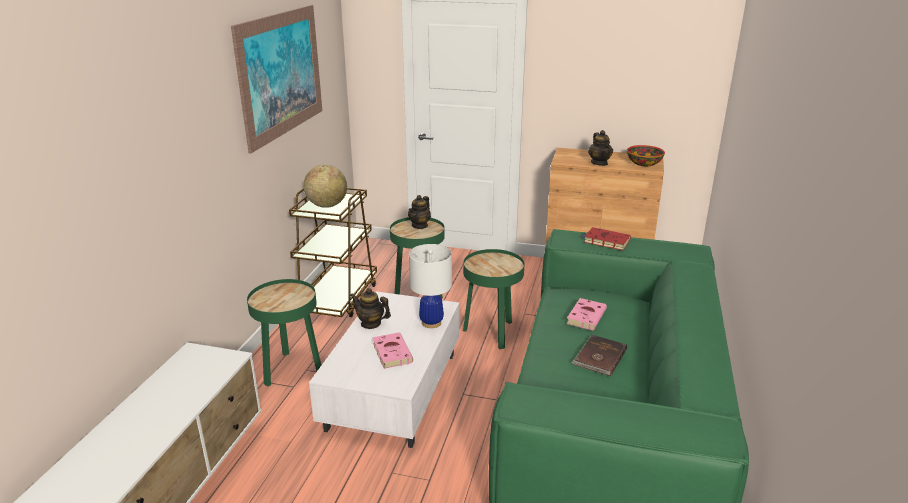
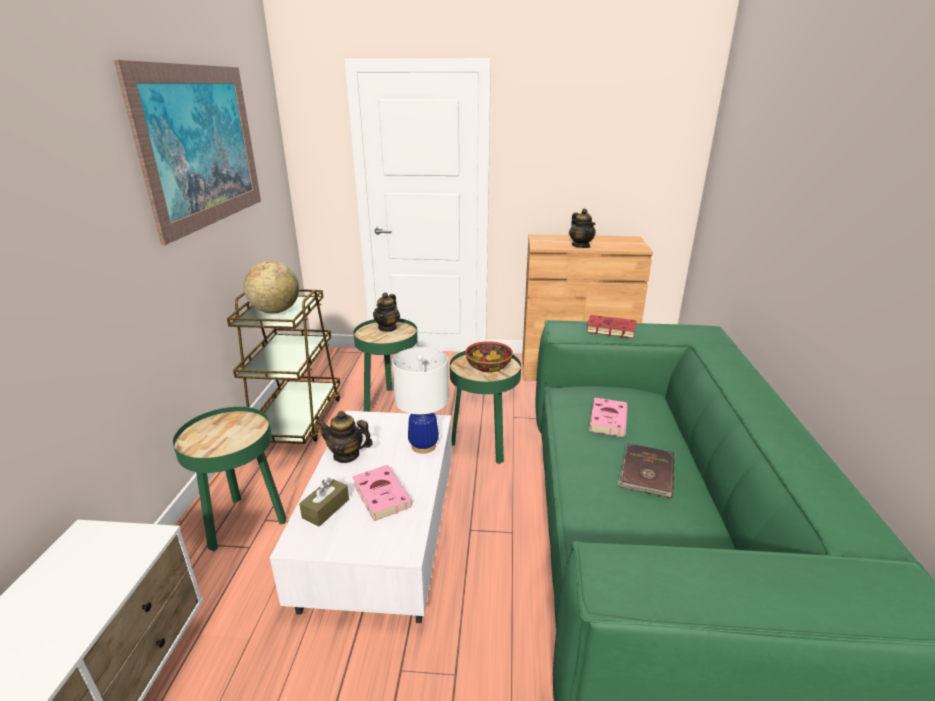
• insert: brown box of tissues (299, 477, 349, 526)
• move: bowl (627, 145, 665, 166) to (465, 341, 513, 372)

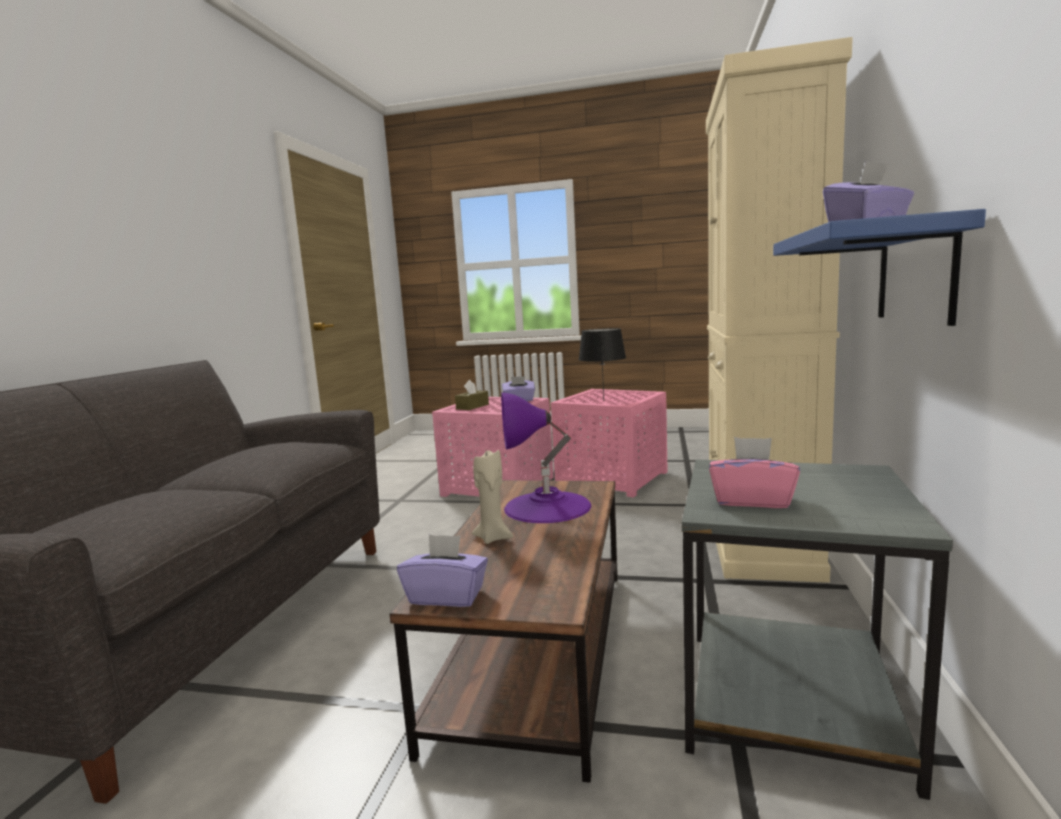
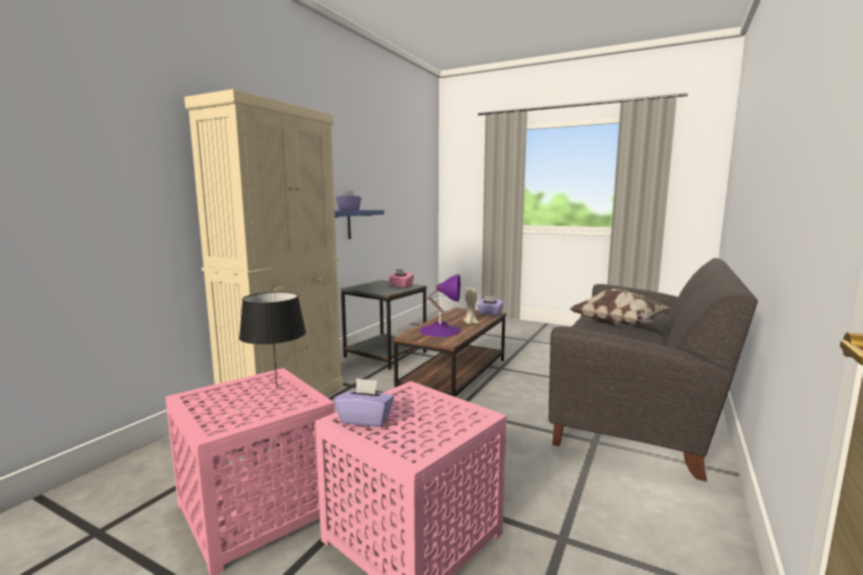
• insert: cushion (570, 289, 670, 328)
• delete: brown box of tissues (455, 380, 489, 410)

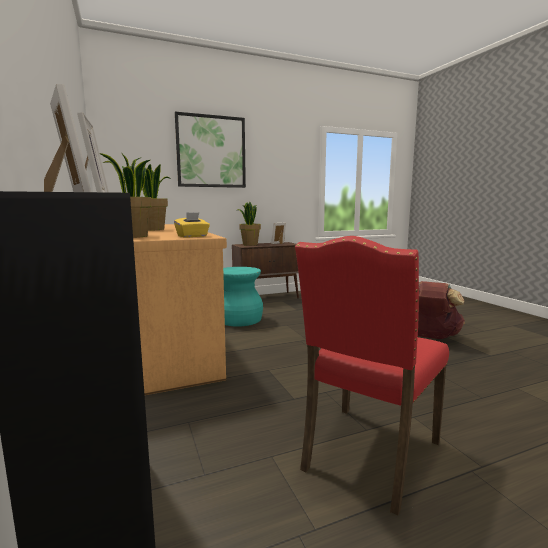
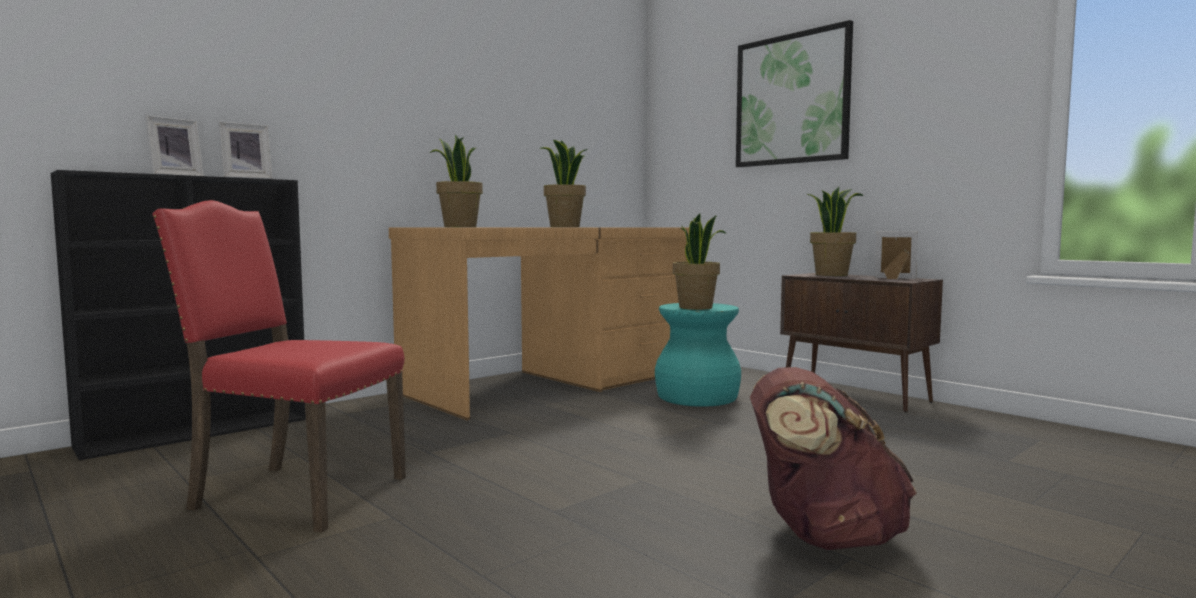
• insert: plant in a pot (673, 214, 726, 310)
• delete: yellow-coloured box of tissues (174, 212, 210, 238)

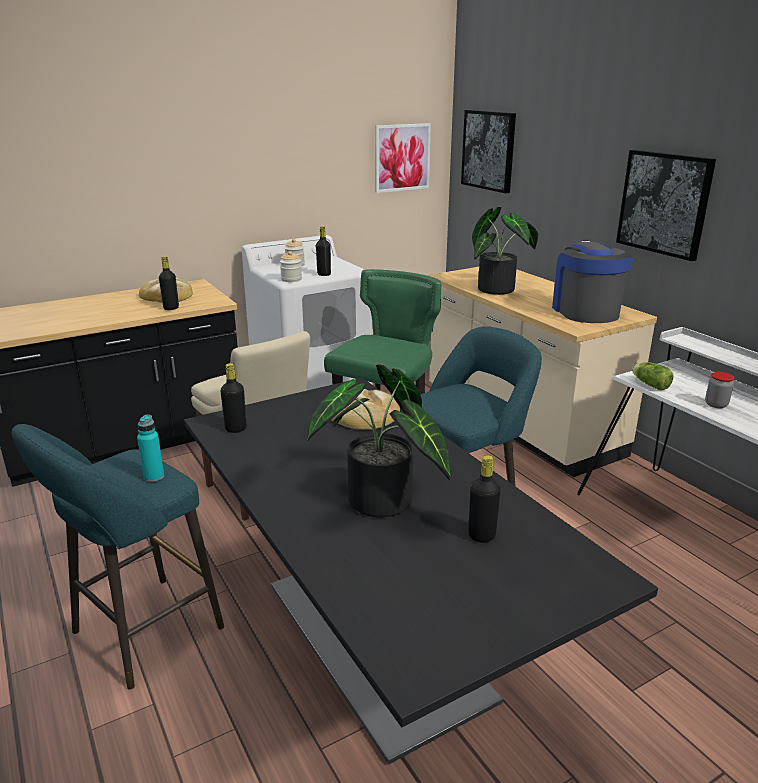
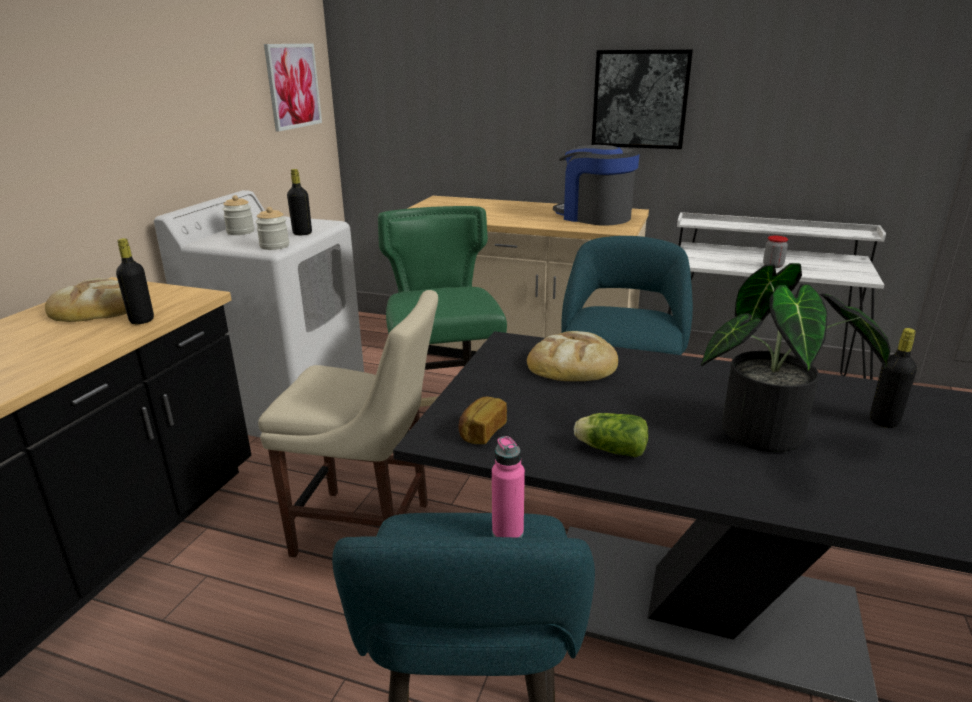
• replace: black-coloured beverage bottle (220, 363, 247, 433) to baked bread (458, 397, 507, 444)
• recolor: blue-green beverage bottle (137, 415, 164, 482) to pink beverage bottle (492, 436, 525, 538)
• move: head of lettuce (632, 362, 674, 390) to (574, 413, 648, 457)
• delete: wall art (461, 110, 516, 193)
• delete: plant in a pot (472, 207, 538, 295)

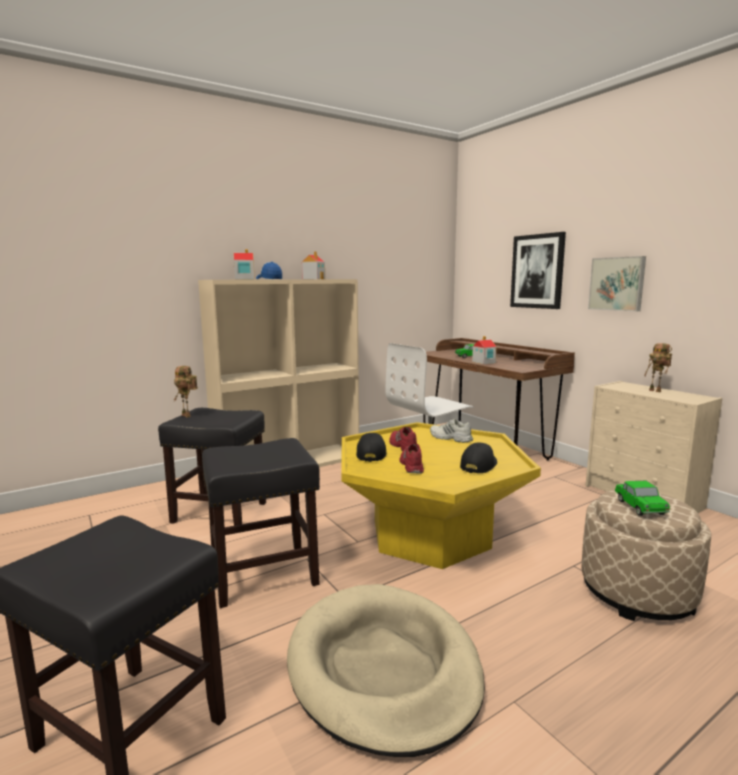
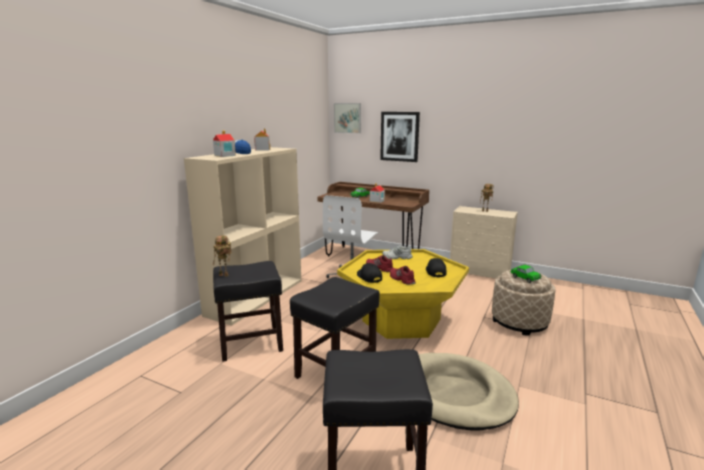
• move: wall art (588, 256, 646, 311) to (334, 103, 361, 133)

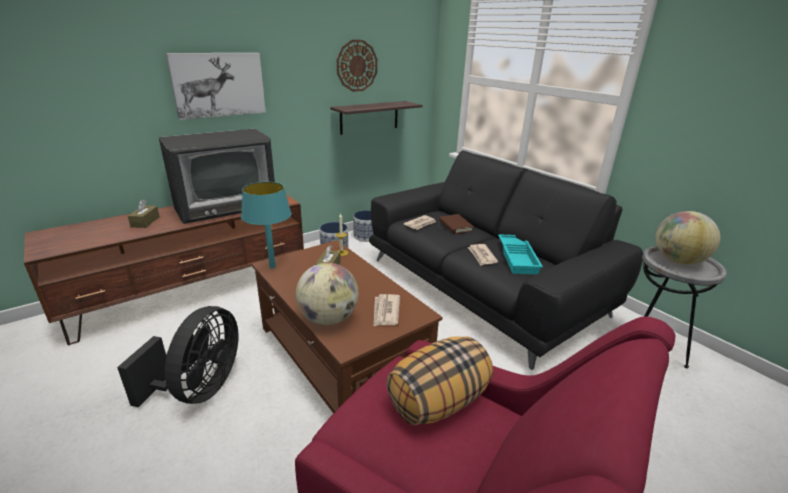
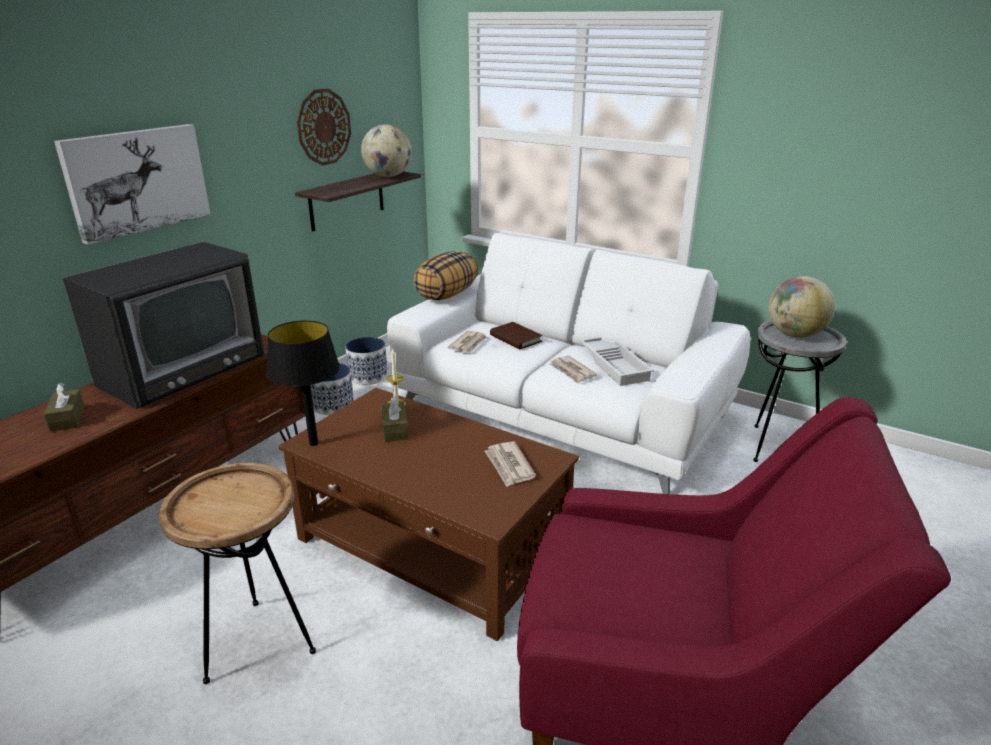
• replace: black-coloured cooling fan (117, 306, 238, 407) to brown side table (159, 463, 316, 684)
• recolor: blue-green lamp for a table (241, 182, 291, 269) to black-coloured lamp for a table (266, 320, 340, 446)
• move: globe (296, 263, 359, 325) to (361, 124, 412, 177)
• recolor: black-coloured couch (369, 150, 643, 370) to white-coloured couch (387, 233, 751, 494)
• move: cushion (386, 336, 493, 425) to (413, 251, 478, 300)
• recolor: blue-green carrying tray (498, 234, 543, 274) to white-coloured carrying tray (580, 337, 654, 386)

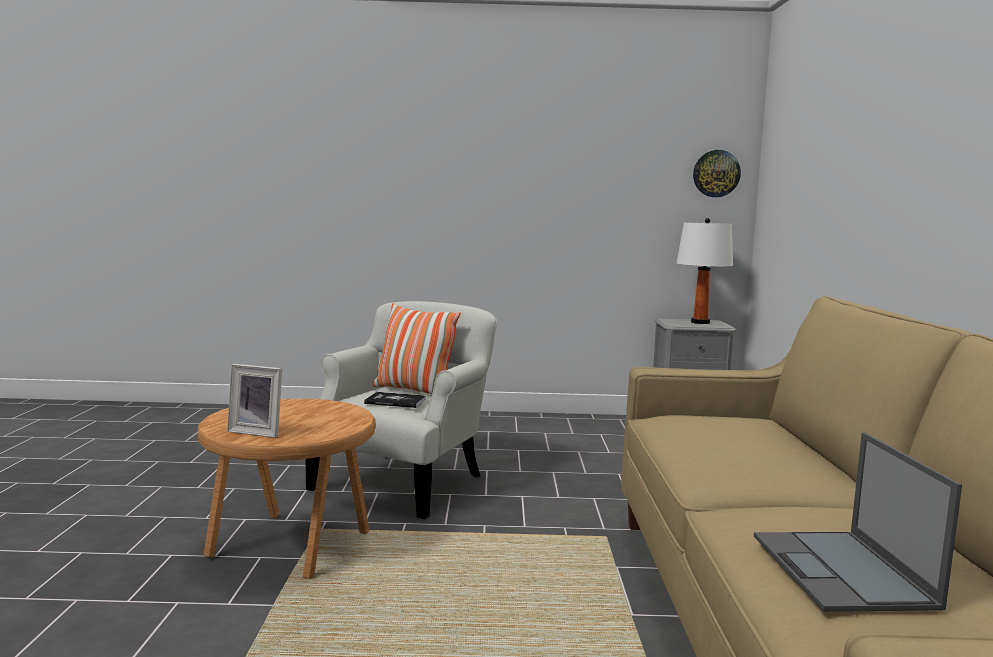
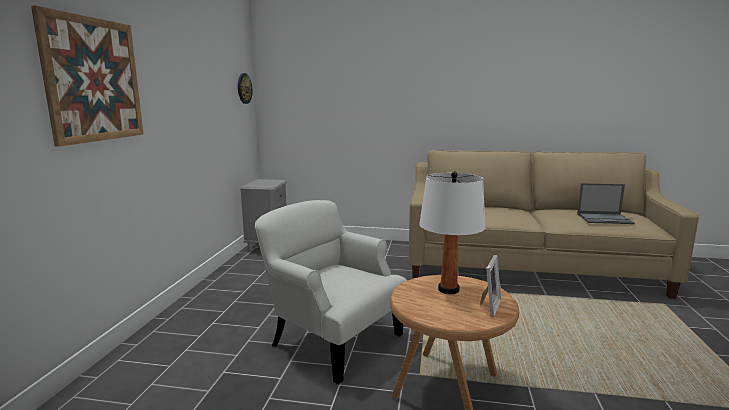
• insert: wall art (31, 6, 144, 147)
• move: white-coloured lamp for a table (677, 218, 733, 324) to (419, 171, 486, 294)
• delete: bound book (364, 392, 426, 408)
• delete: cushion (373, 303, 461, 394)

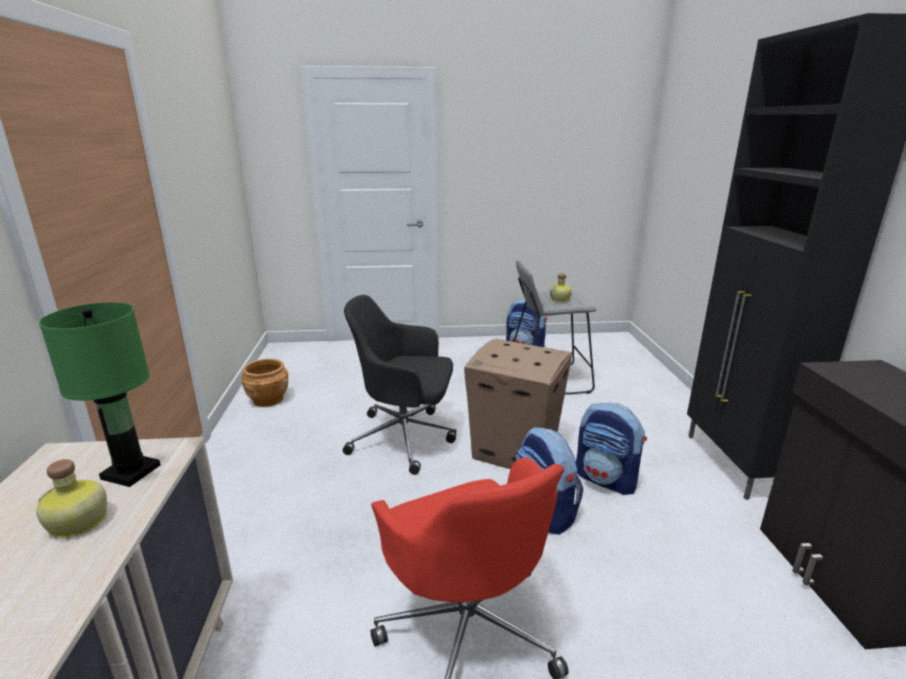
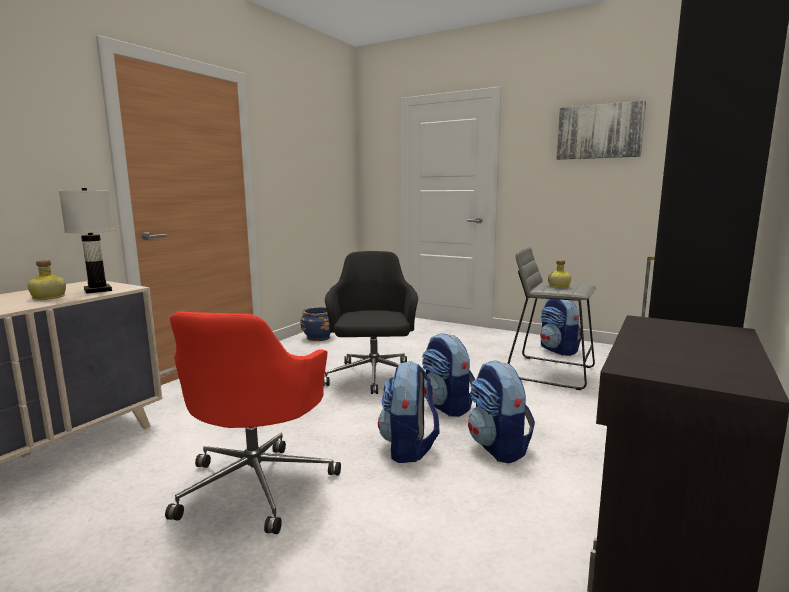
• recolor: greenish lamp for a table (39, 302, 161, 487) to white-coloured lamp for a table (59, 188, 114, 294)
• recolor: brown plant pot (241, 359, 288, 407) to blue plant pot (300, 307, 332, 341)
• rotate: black-coloured computer chair (343, 295, 457, 475) = (324, 251, 418, 394) 45 degrees clockwise
• replace: packing box (464, 339, 572, 469) to rucksack (422, 333, 475, 417)
• insert: wall art (556, 101, 646, 160)

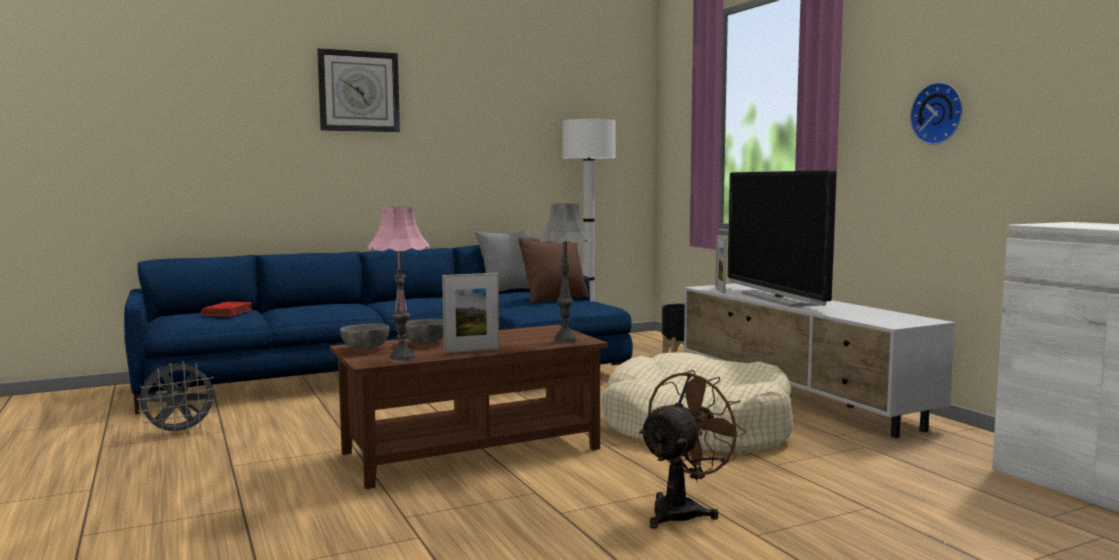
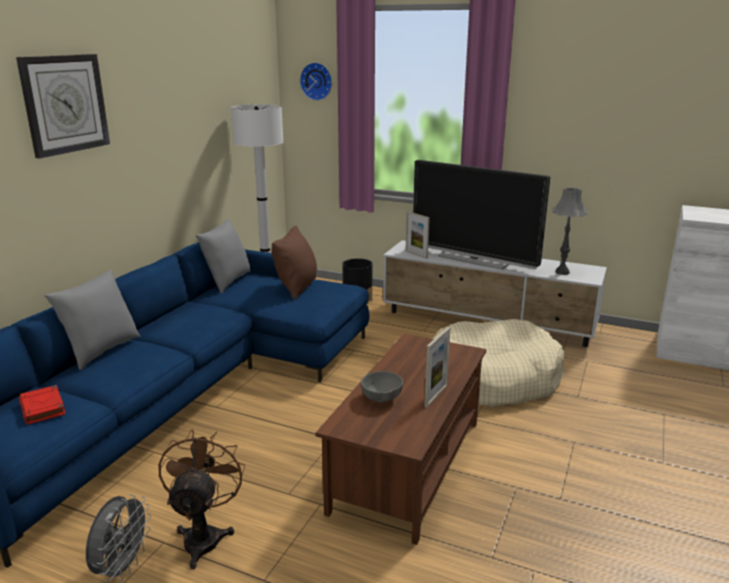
• insert: gray cushion (44, 270, 140, 370)
• move: brown cooling fan (639, 370, 747, 529) to (158, 429, 245, 569)
• move: clock on the wall (910, 82, 963, 145) to (300, 62, 332, 101)
• move: gray lamp for a table (538, 203, 592, 343) to (552, 188, 588, 275)
• delete: gray bowl (340, 323, 390, 350)
• delete: pink lamp for a table (368, 207, 429, 362)

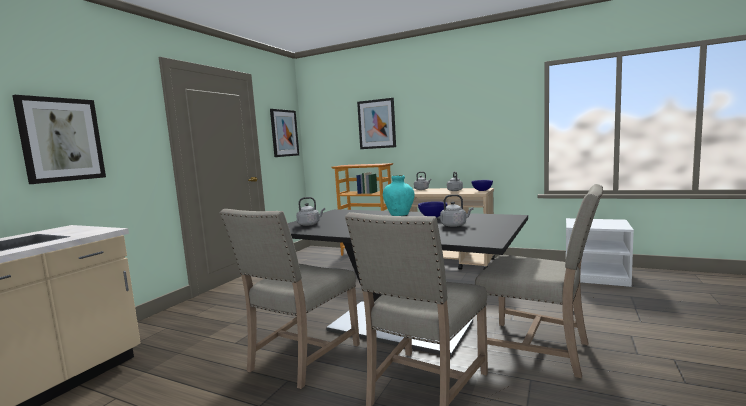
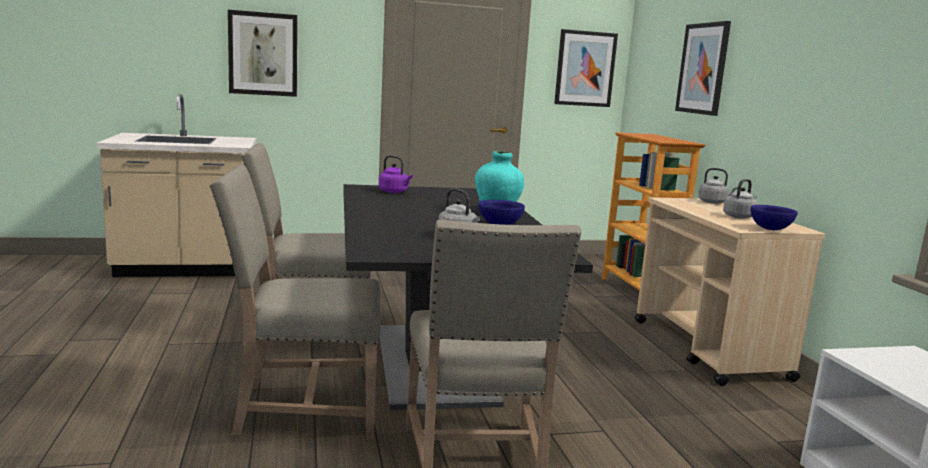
• recolor: gray water kettle (296, 197, 325, 226) to purple-coloured water kettle (379, 155, 413, 193)

